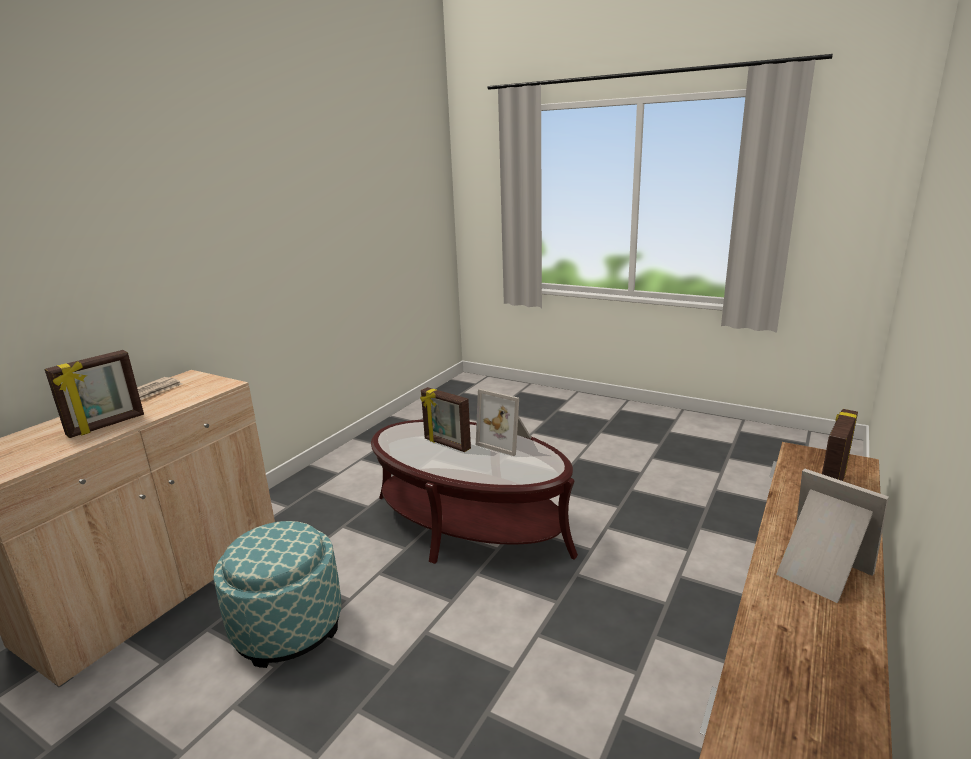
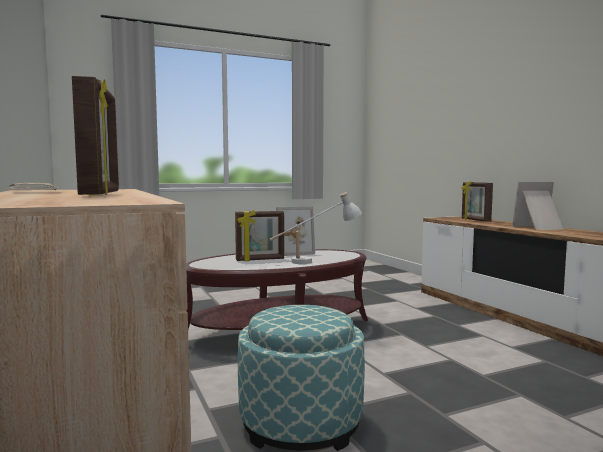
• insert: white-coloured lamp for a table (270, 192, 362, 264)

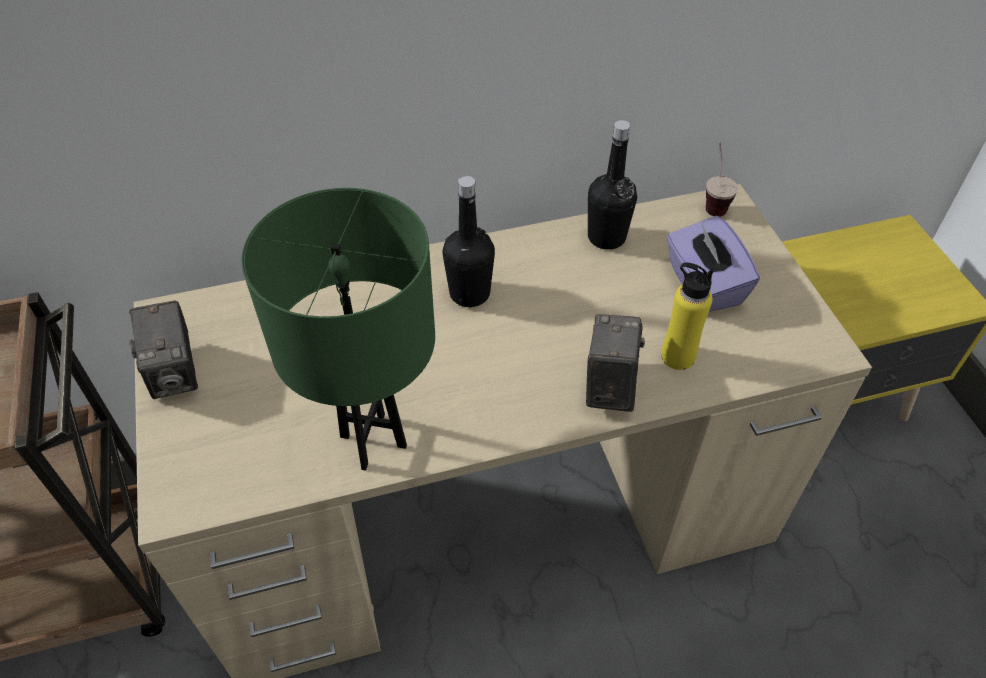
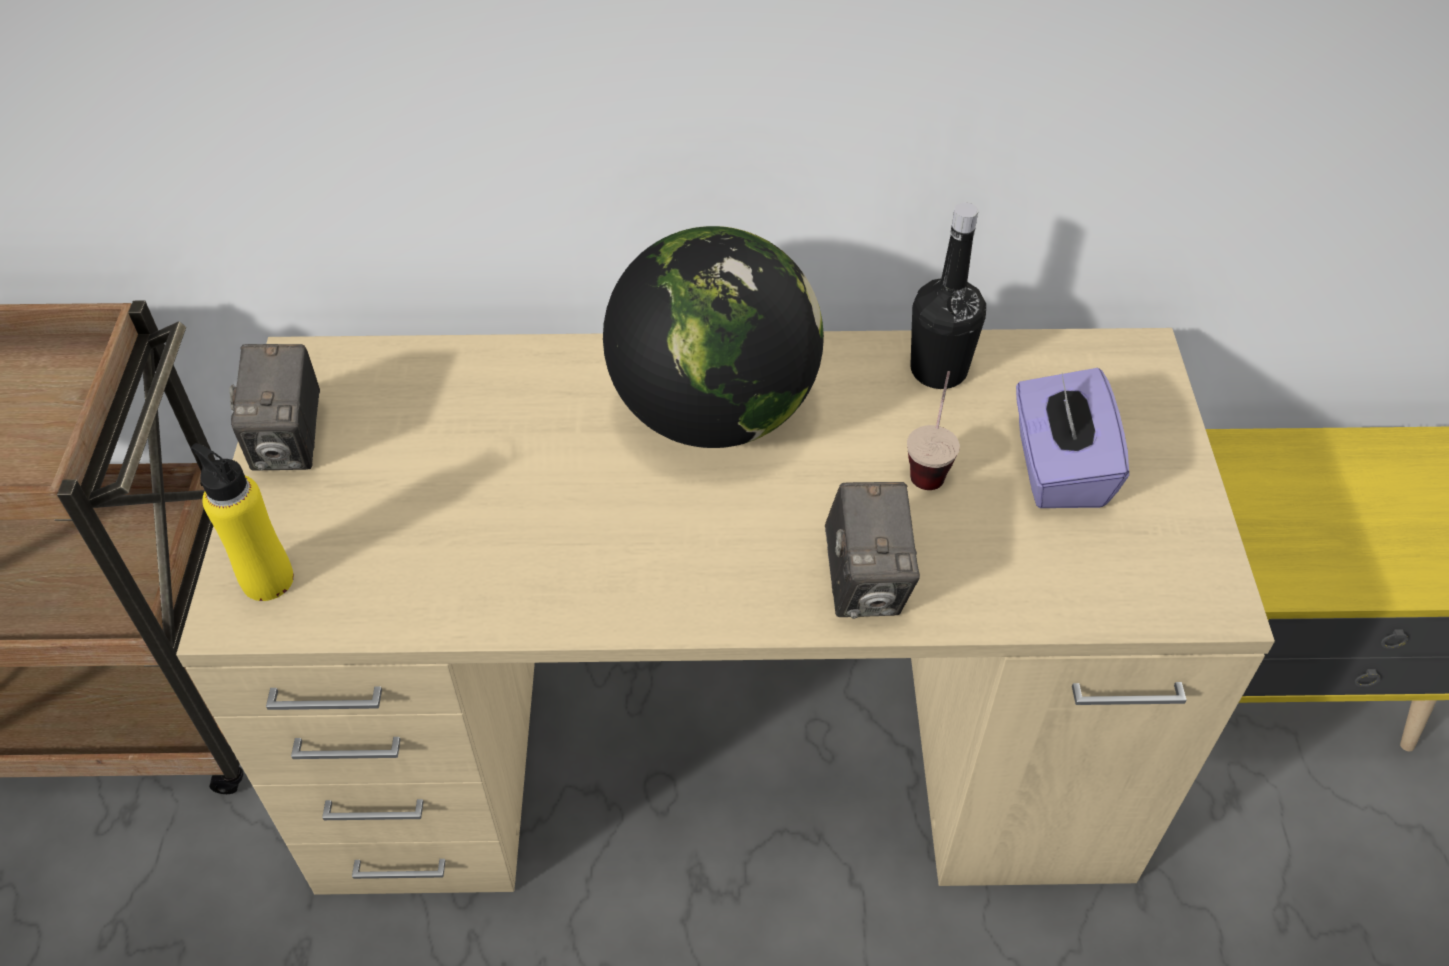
• move: yellow-coloured beverage bottle (661, 262, 714, 370) to (190, 443, 294, 601)
• replace: black-coloured beverage bottle (442, 176, 495, 307) to globe (603, 226, 824, 448)
• rotate: photo camera (586, 314, 645, 412) = (825, 482, 920, 619) 150 degrees clockwise
• move: drinking cup (706, 142, 738, 217) to (907, 371, 960, 490)
• delete: greenish lamp for a table (241, 188, 435, 471)

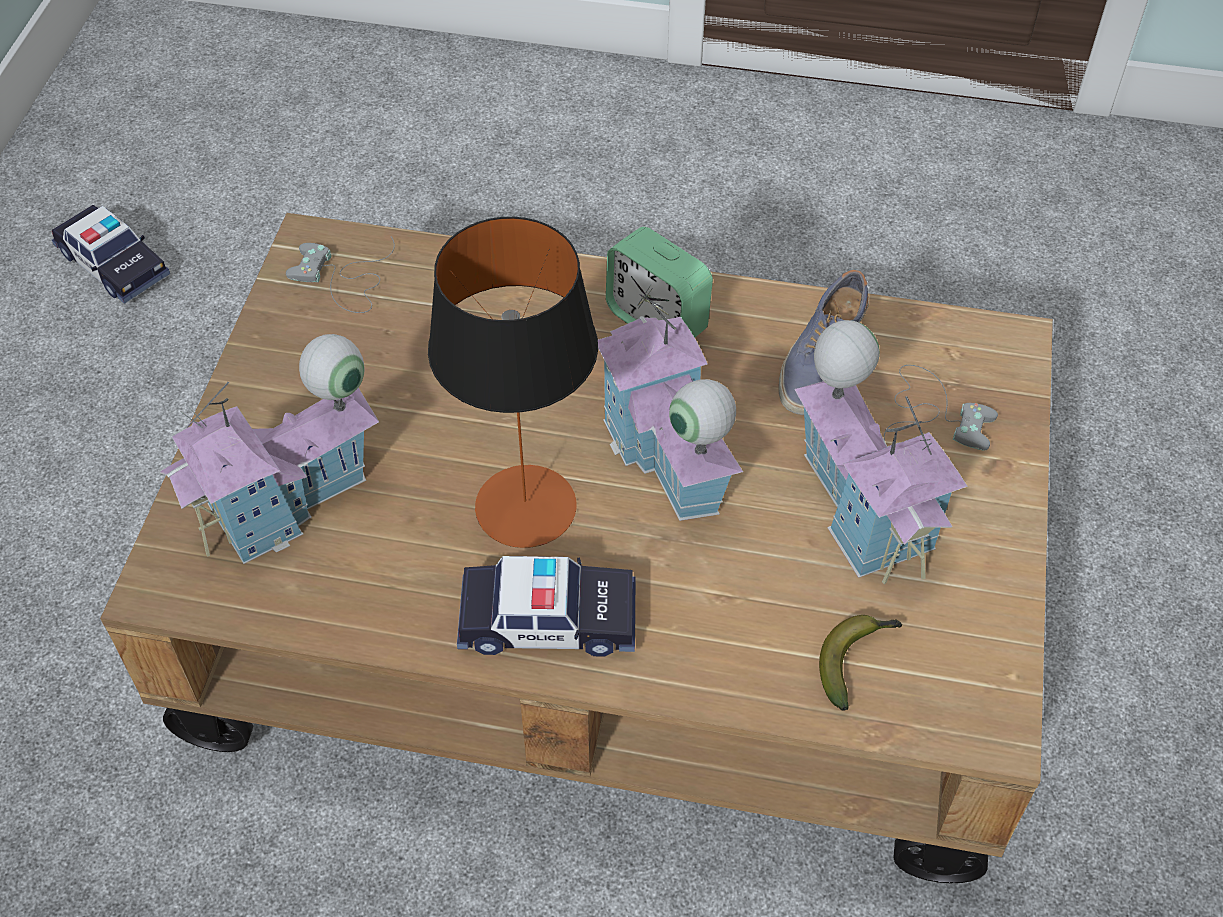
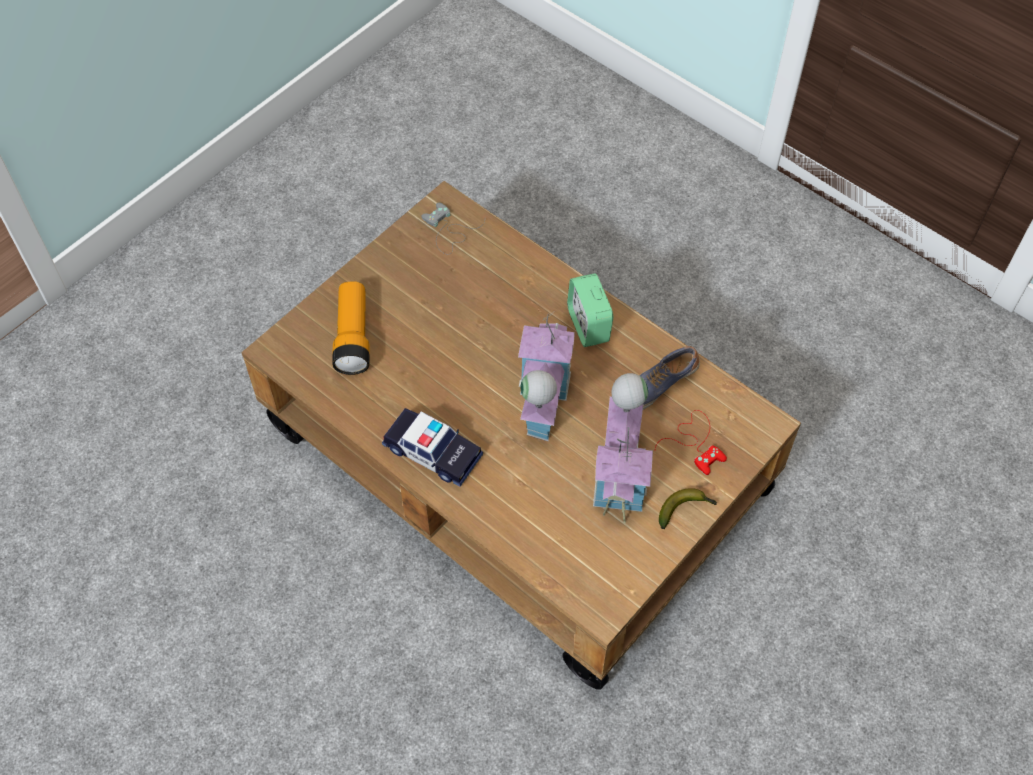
• replace: toy house (160, 334, 379, 564) to hand torch (332, 281, 370, 375)
• recolor: gray game controller (884, 365, 998, 451) to reddish game controller (655, 410, 727, 475)
• move: whole banana (819, 615, 902, 710) to (659, 488, 717, 529)
• delete: toy car (52, 205, 170, 304)
• delete: lamp for a table (428, 217, 598, 548)

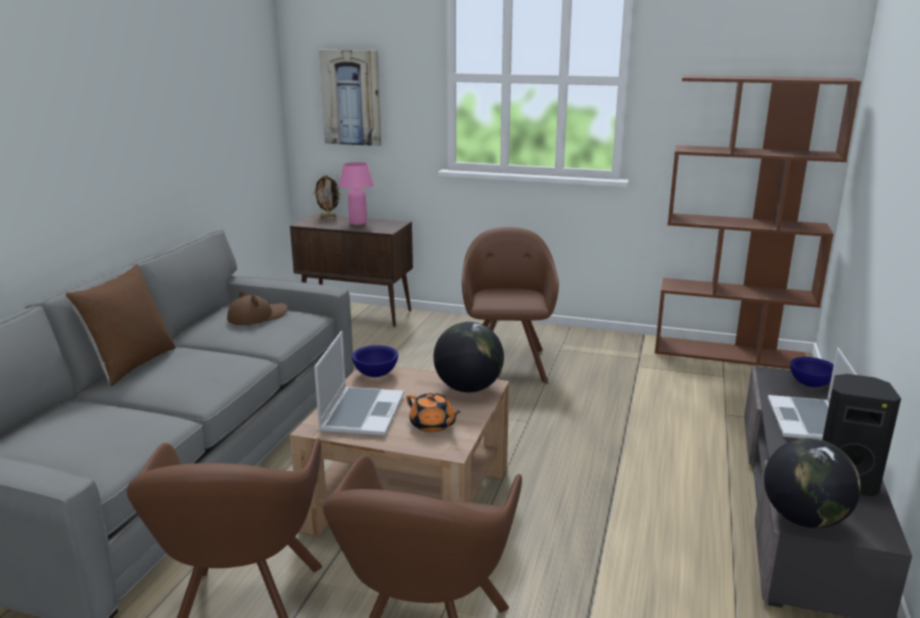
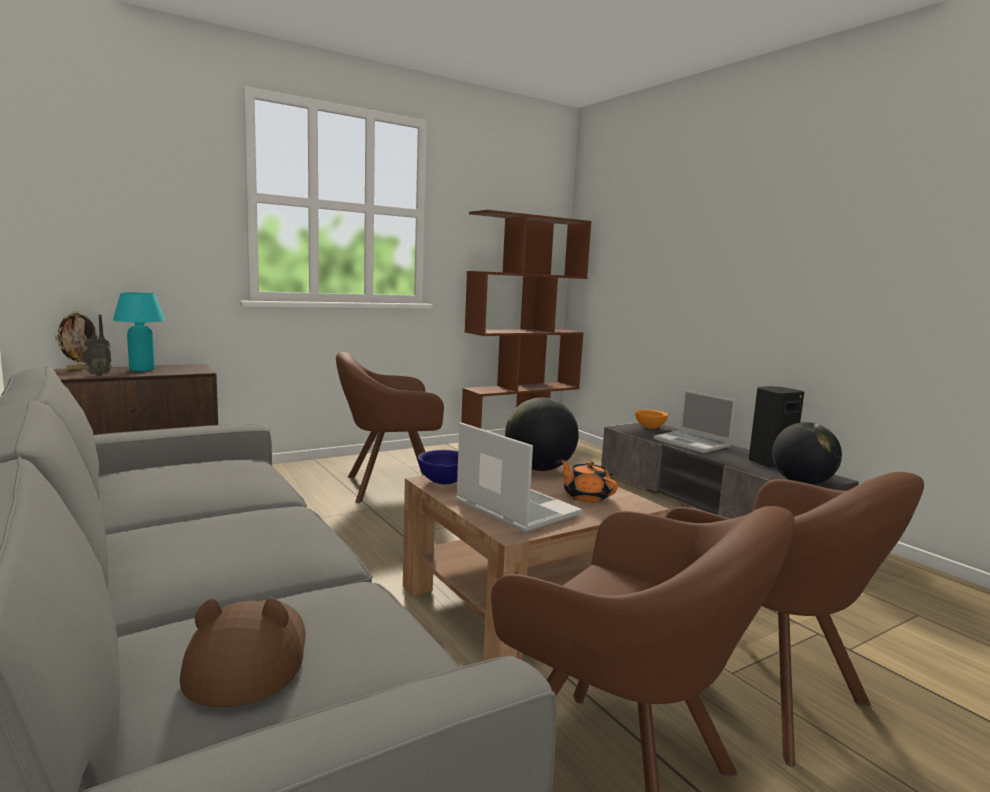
• insert: radio set (81, 314, 112, 376)
• recolor: pink lamp for a table (338, 162, 374, 225) to blue-green lamp for a table (113, 293, 165, 371)
• move: brown hat (227, 290, 288, 325) to (180, 598, 306, 707)
• rotate: brown easy chair (462, 227, 559, 384) = (336, 352, 444, 503) 60 degrees counterclockwise
• rotate: orange-coloured pot for tea (406, 393, 461, 432) = (560, 459, 618, 503) 120 degrees counterclockwise
• recolor: blue bowl (790, 357, 834, 387) to orange-coloured bowl (635, 409, 668, 429)
• delete: brown cushion (65, 264, 176, 386)
• delete: wall art (319, 50, 381, 146)

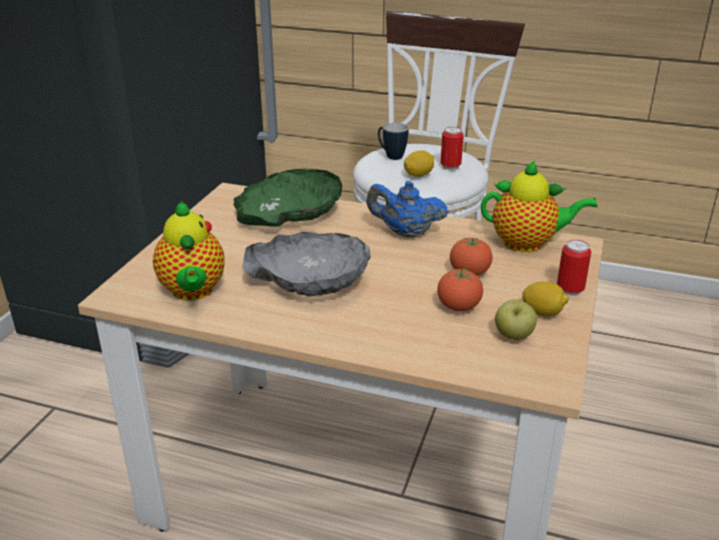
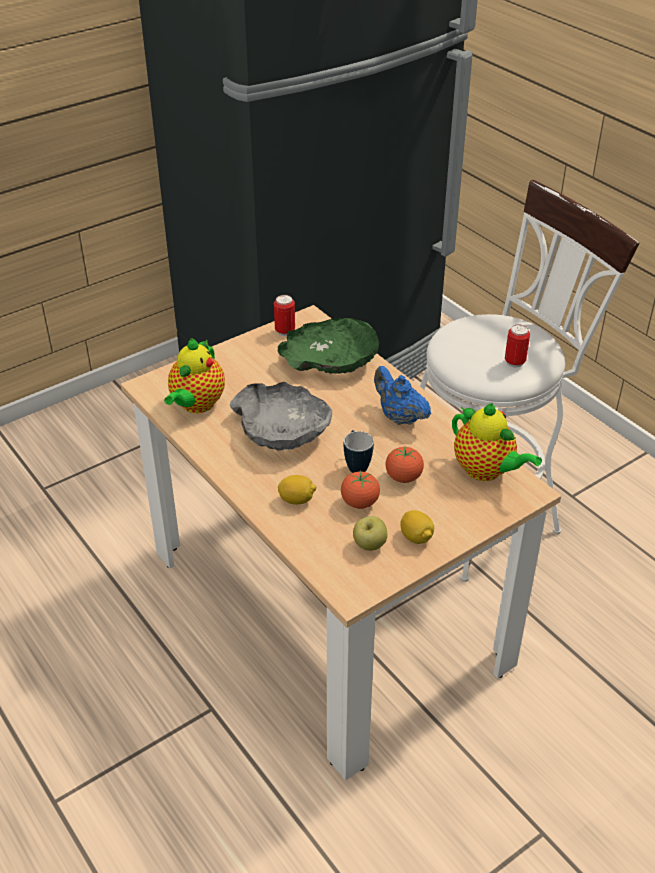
• move: sealed can (557, 240, 591, 296) to (274, 295, 295, 336)
• move: lemon (404, 150, 434, 177) to (278, 475, 316, 505)
• move: tea mug (378, 123, 408, 160) to (344, 430, 374, 473)

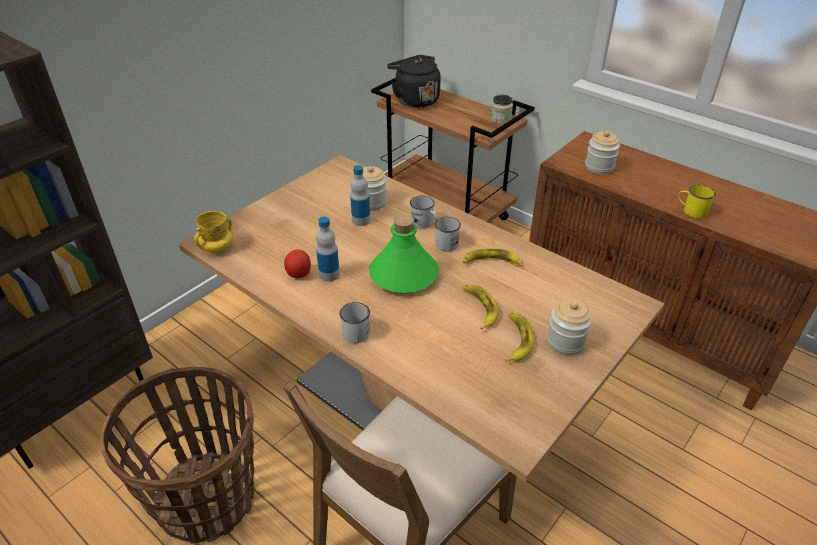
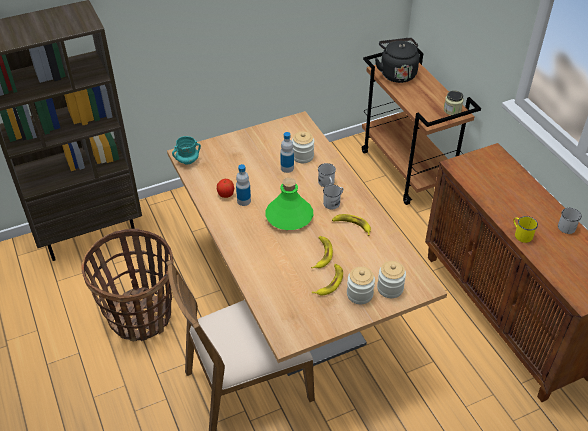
• recolor: yellow-coloured tea mug (194, 211, 233, 253) to blue-green tea mug (172, 136, 201, 164)
• move: jar (585, 131, 620, 174) to (377, 261, 406, 298)
• move: white-coloured tea mug (339, 302, 370, 343) to (558, 208, 582, 234)

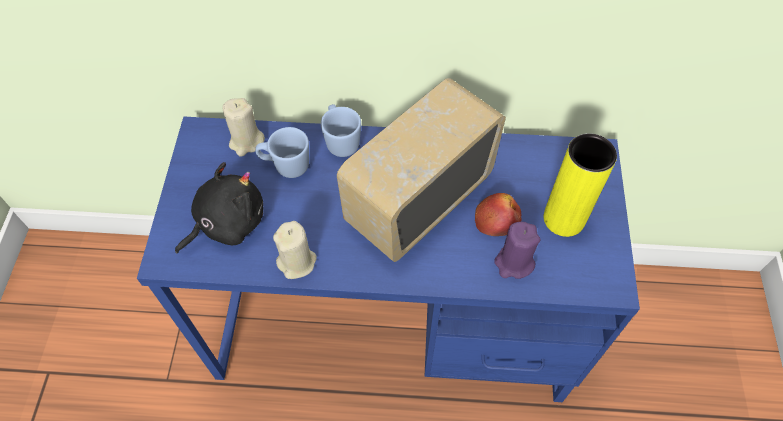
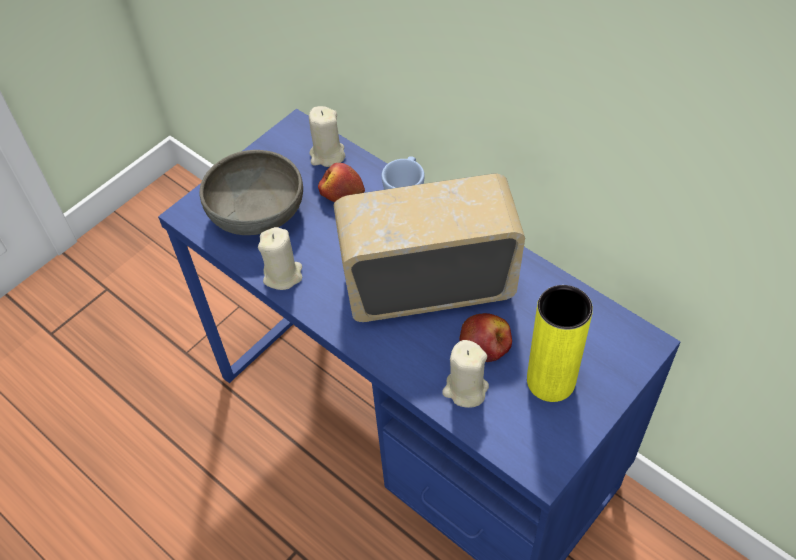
• replace: black-coloured cuddly toy (175, 162, 263, 254) to gray bowl (199, 150, 303, 235)
• replace: blue tea mug (255, 127, 309, 178) to apple fruit (318, 163, 365, 202)
• recolor: purple-coloured wax light (494, 222, 541, 279) to beige-coloured wax light (442, 340, 489, 408)

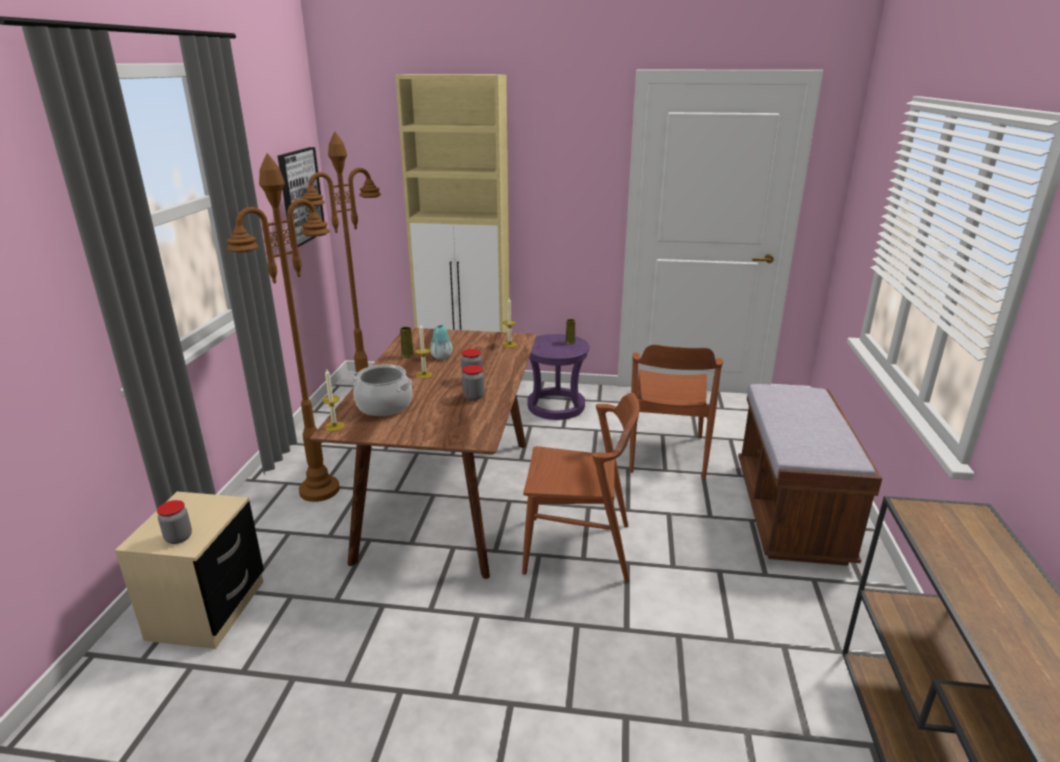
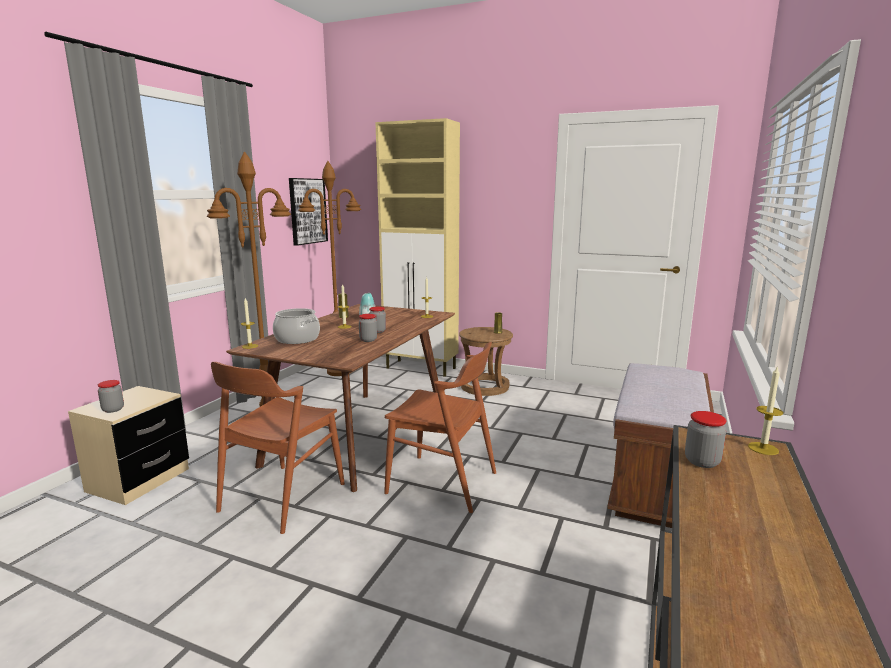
• move: brown chair (629, 344, 723, 479) to (211, 362, 345, 534)
• recolor: purple-coloured sitting stool (527, 334, 590, 420) to brown sitting stool (459, 327, 513, 396)
• insert: jar (685, 411, 727, 468)
• insert: wax light (748, 366, 783, 455)

